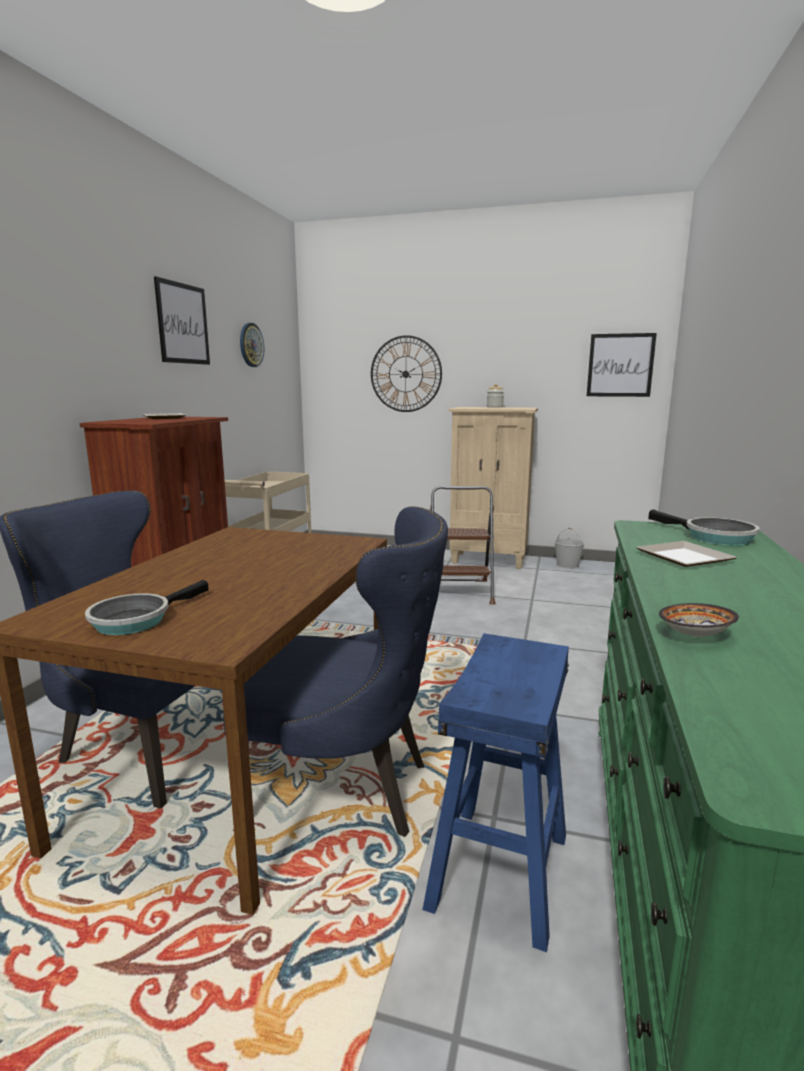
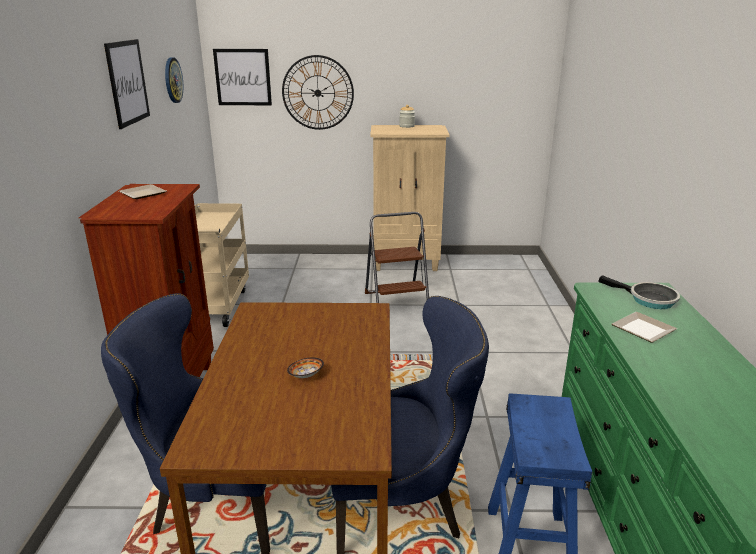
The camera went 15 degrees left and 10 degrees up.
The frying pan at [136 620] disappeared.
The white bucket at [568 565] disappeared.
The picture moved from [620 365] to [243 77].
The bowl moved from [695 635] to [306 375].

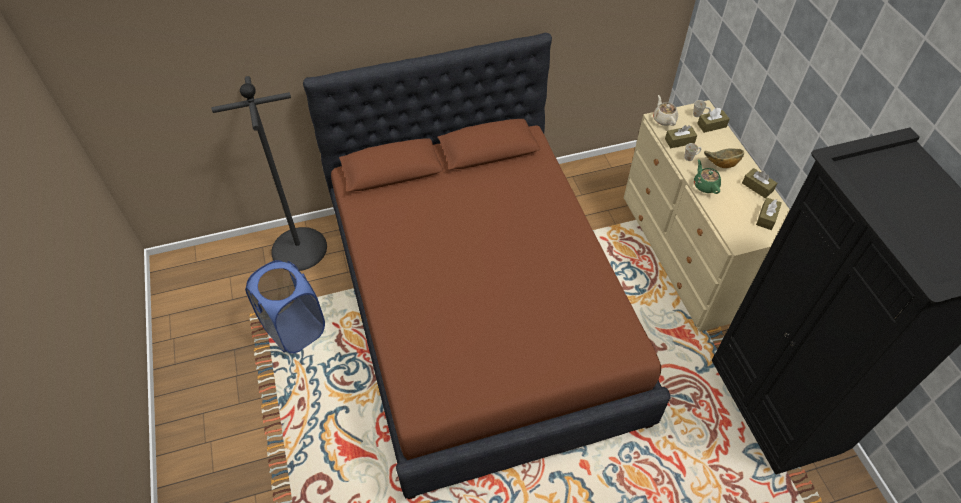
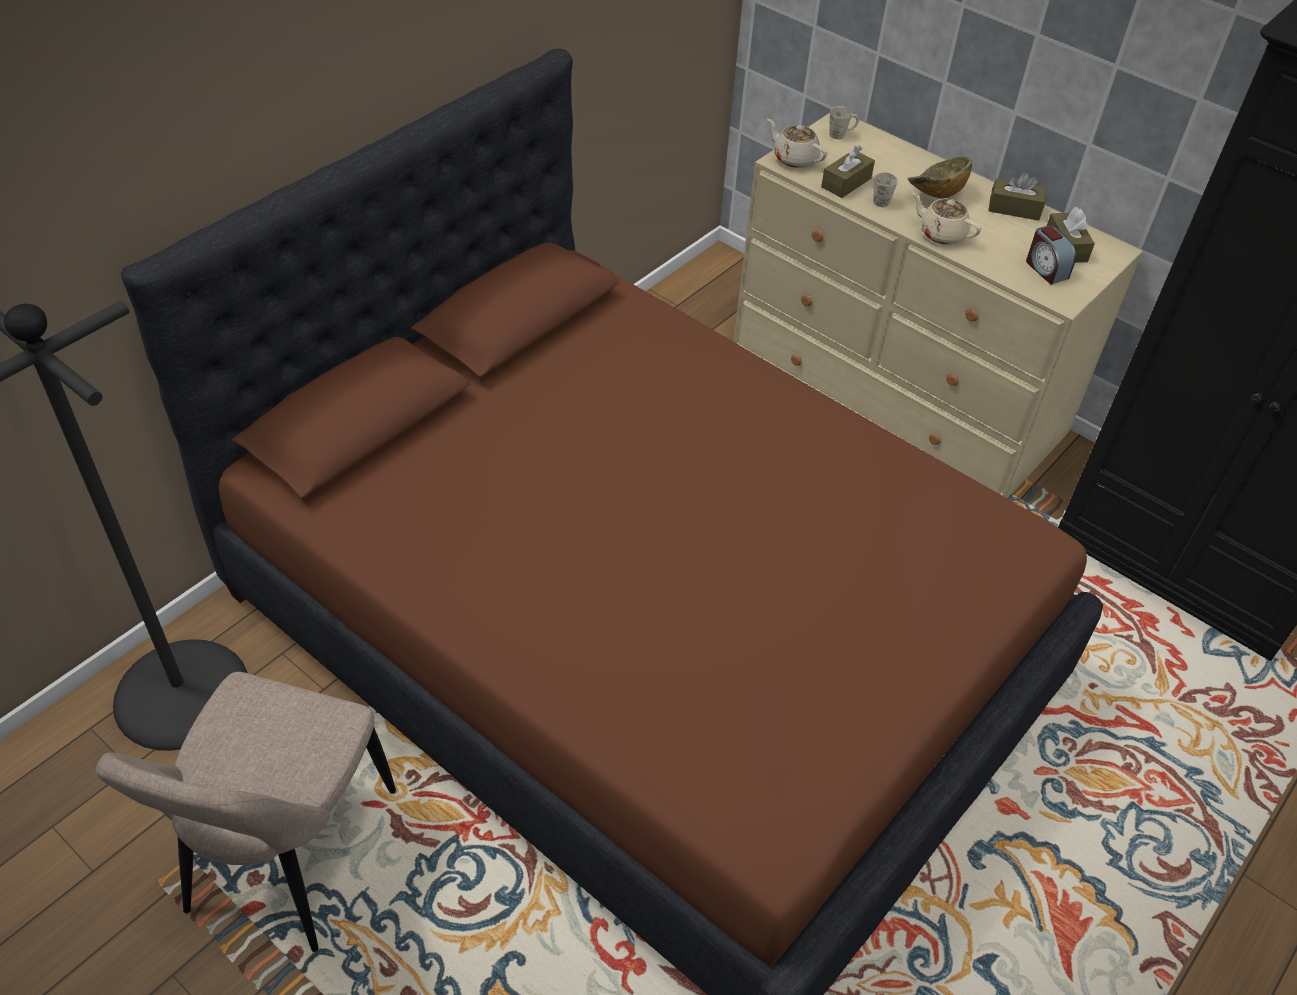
The camera went 35 degrees left and 5 degrees down.
The brown tissue box at [711 125] disappeared.
The alarm clock at [1045 269] appeared.
The blue laundry basket at [294 329] was replaced by the beige chair at [286 859].
The green teapot at [705 185] became the beige teapot at [941 234].

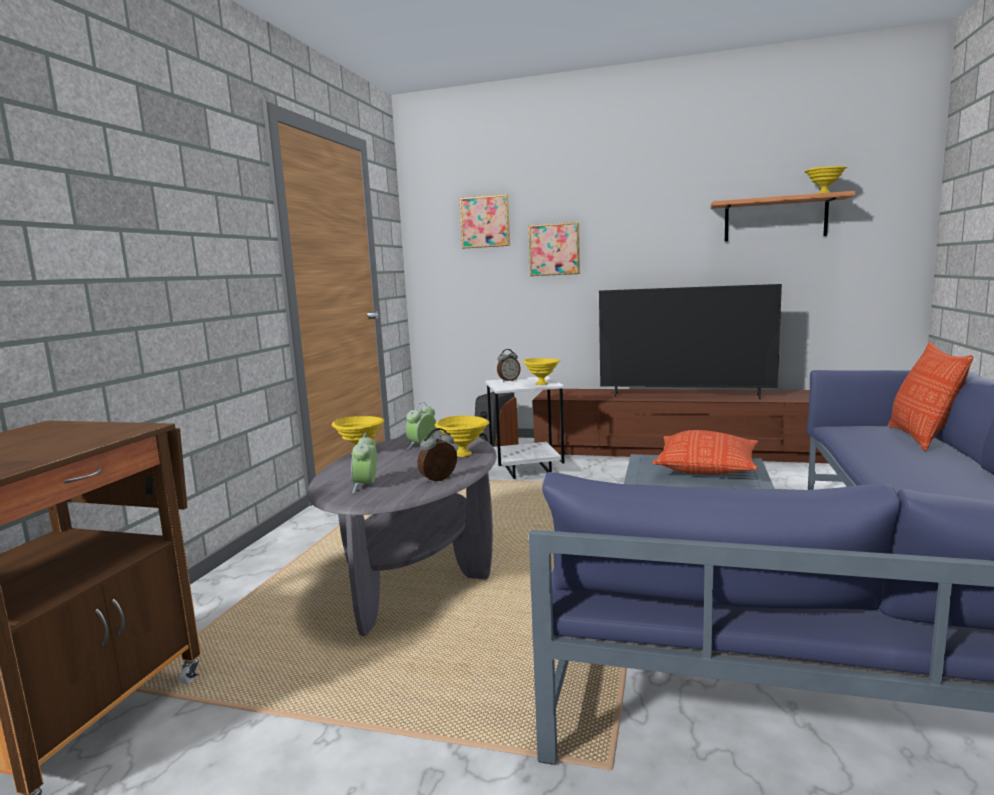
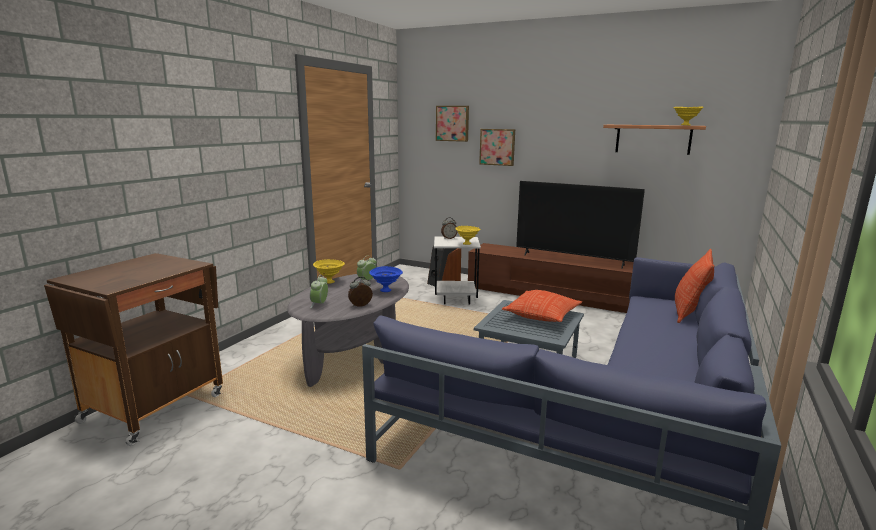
The camera went 10 degrees right and 5 degrees up.
The yellow bowl at [464 454] became the blue bowl at [386 290].

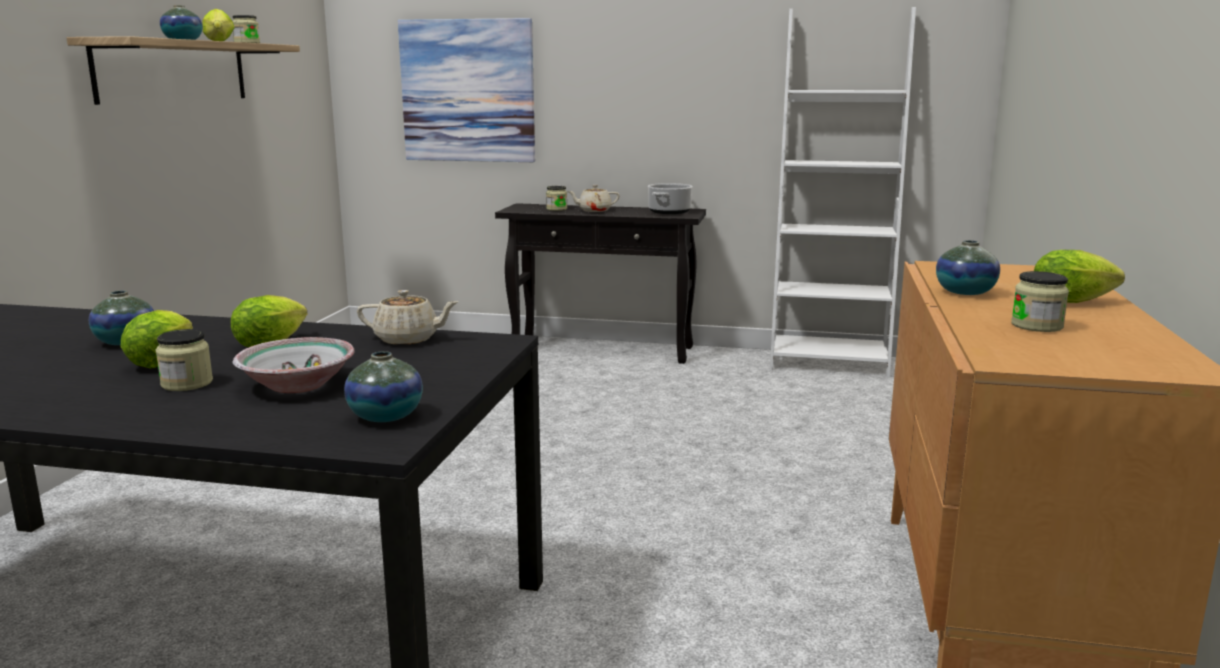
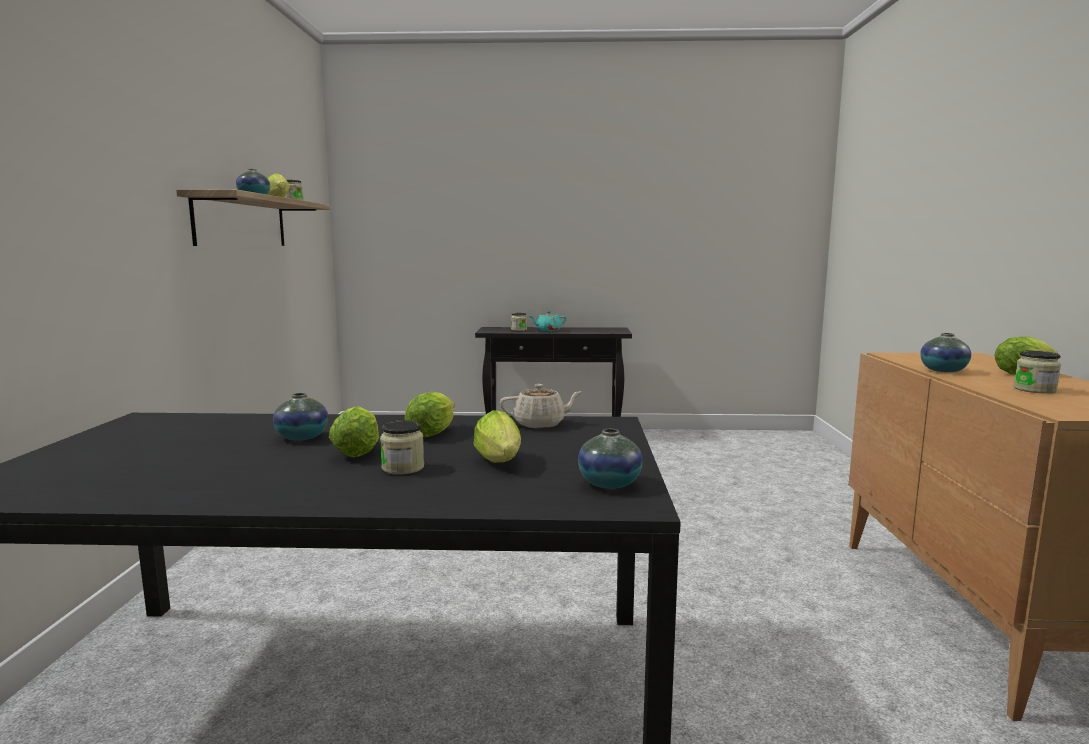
The camera went 10 degrees left and 5 degrees down.
The picture at [468 91] disappeared.
The cooking pot at [669 212] disappeared.
The white bookcase at [828 363] disappeared.
The bowl at [299 384] was replaced by the lettuce at [500 463].
The beige teapot at [594 210] became the turquoise teapot at [548 330].

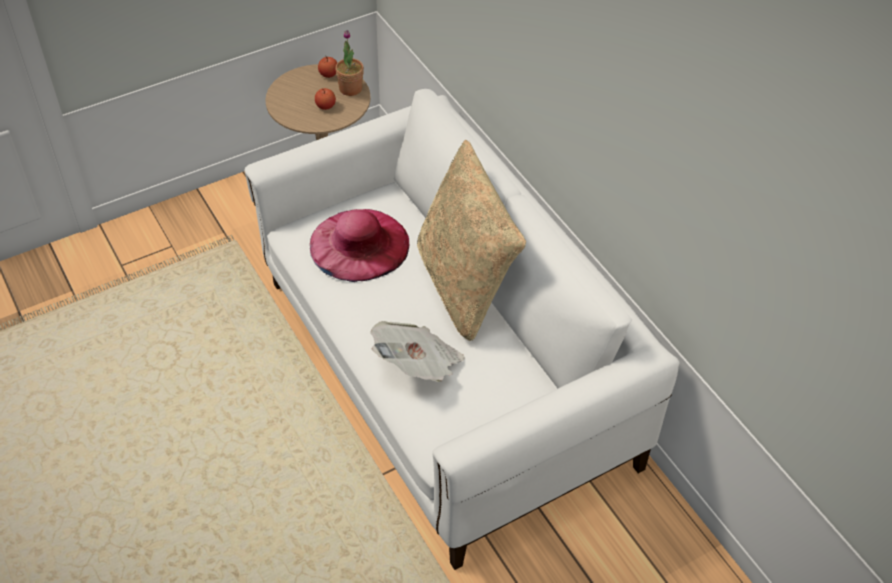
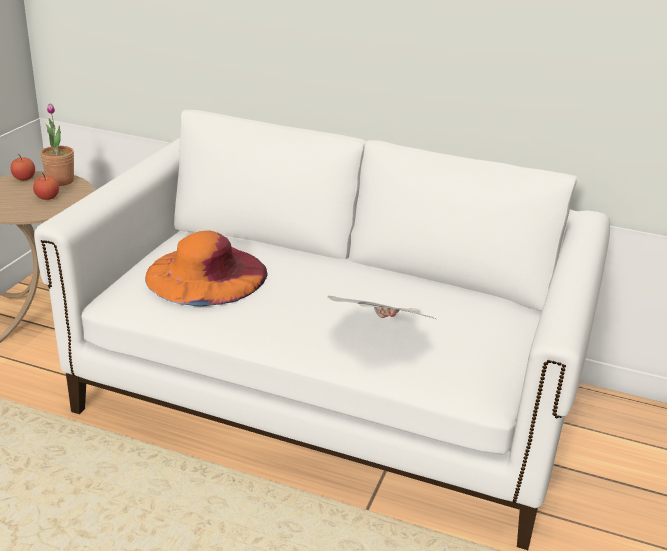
The camera went 40 degrees left and 20 degrees down.
The beige pillow at [463 290] disappeared.
The pink hat at [359 244] became the orange hat at [206 274].

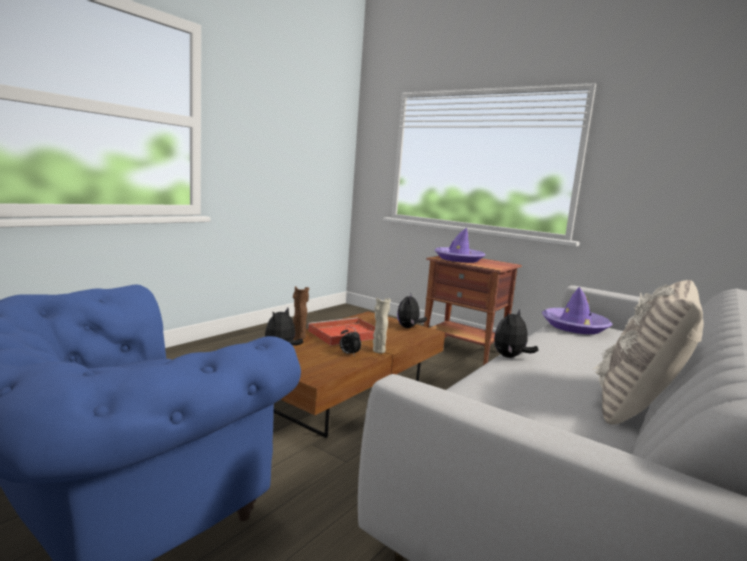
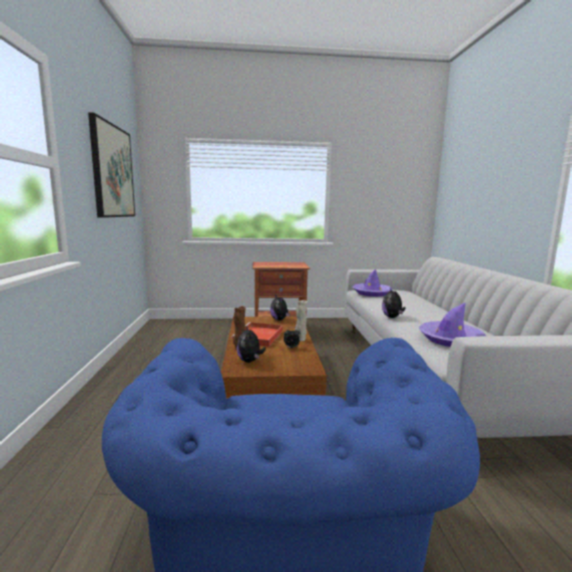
The camera went 40 degrees left and 0 degrees up.
The beige pillow at [635 405] disappeared.
The picture at [112 171] appeared.
The purple hat moved from [458 259] to [450 339].

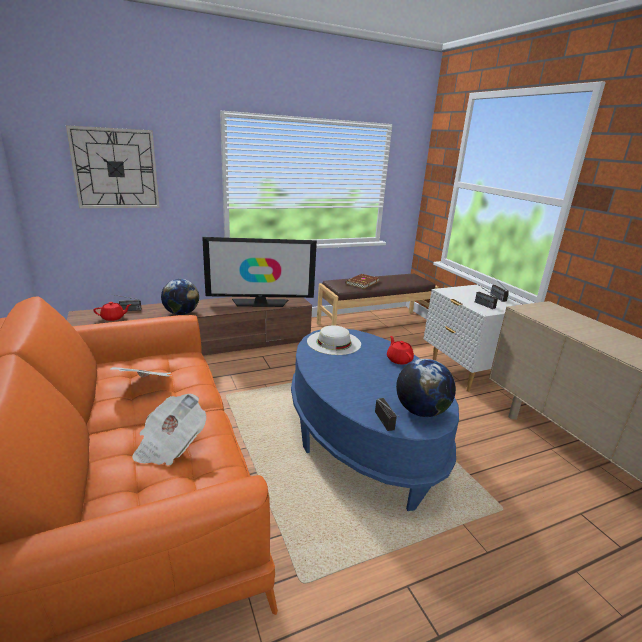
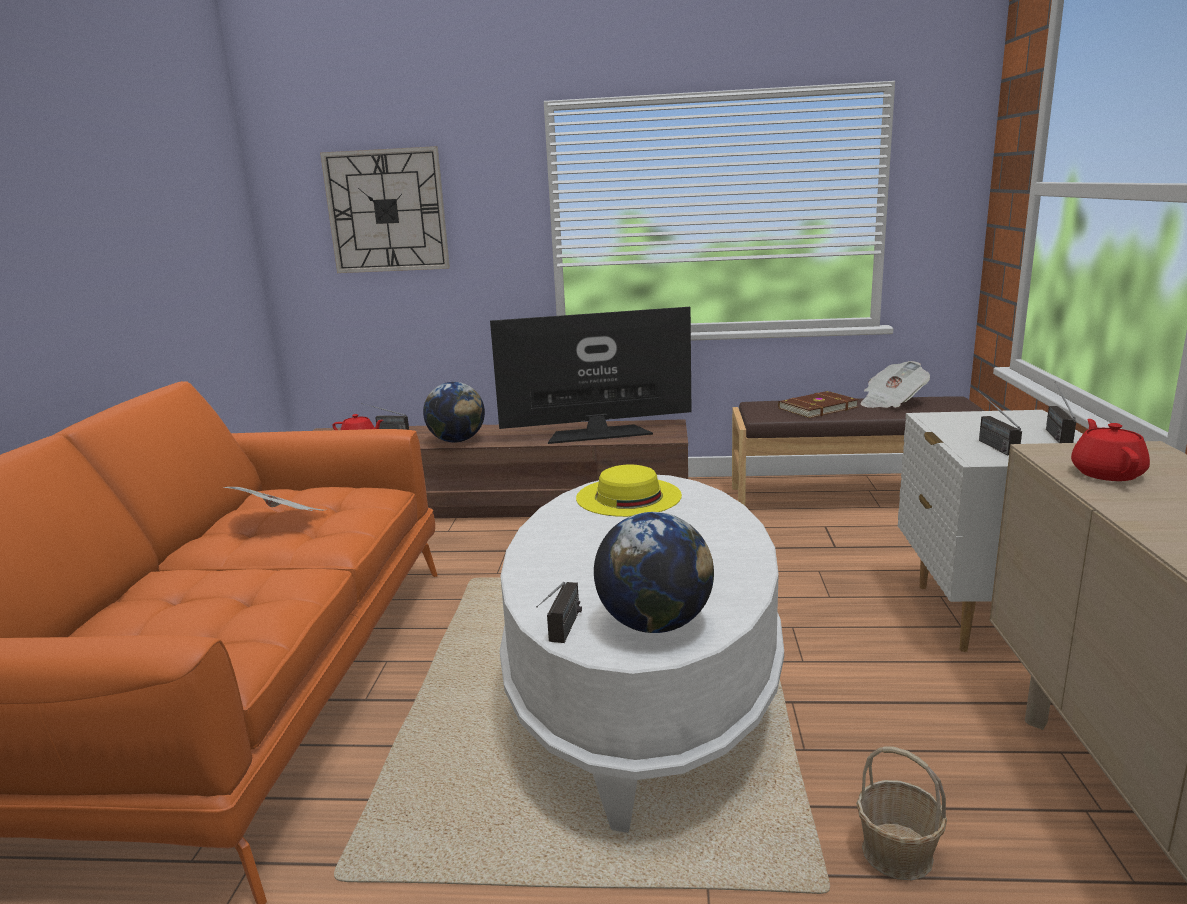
The camera went 30 degrees right and 5 degrees down.
The basket at [897 853] appeared.
The newspaper moved from [170 445] to [891 402].
The red teapot moved from [399 359] to [1106 473].
The blue coffee table at [362 437] became the white coffee table at [643 687].
The white hat at [334 342] became the yellow hat at [628 496].
The television at [260 303] turned 150 degrees clockwise.

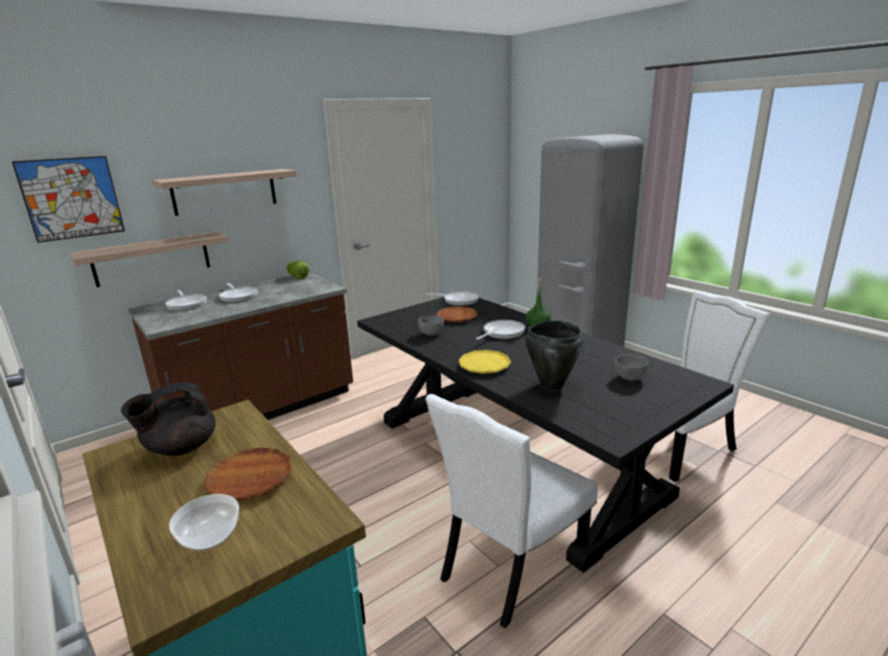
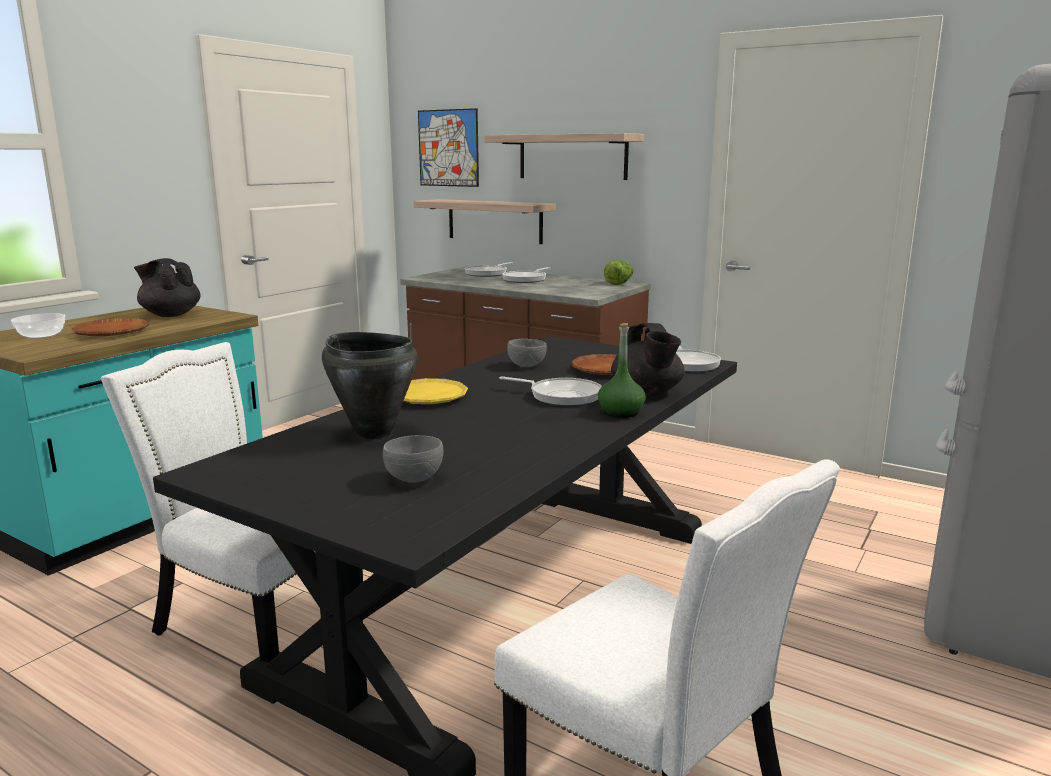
The camera went 70 degrees right and 5 degrees down.
The black teapot at [647 393] appeared.

